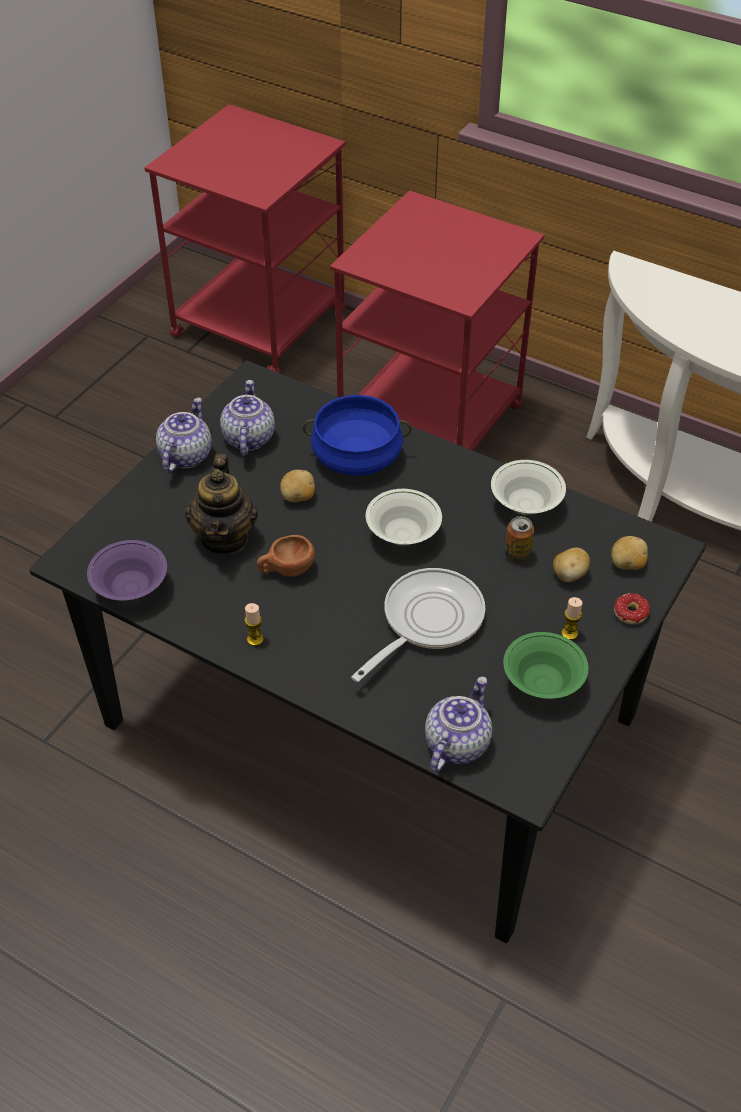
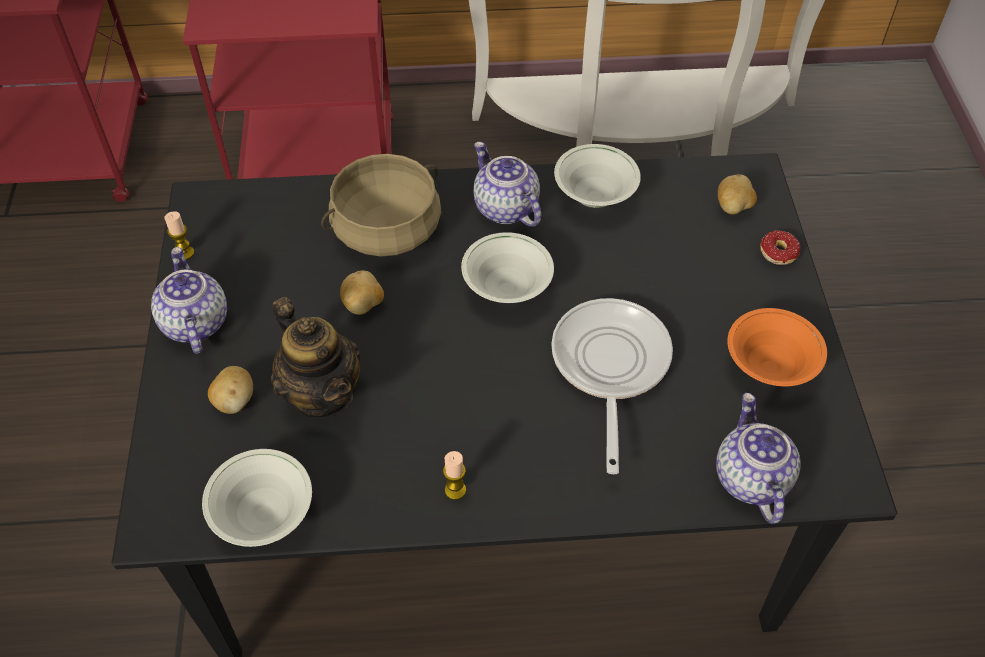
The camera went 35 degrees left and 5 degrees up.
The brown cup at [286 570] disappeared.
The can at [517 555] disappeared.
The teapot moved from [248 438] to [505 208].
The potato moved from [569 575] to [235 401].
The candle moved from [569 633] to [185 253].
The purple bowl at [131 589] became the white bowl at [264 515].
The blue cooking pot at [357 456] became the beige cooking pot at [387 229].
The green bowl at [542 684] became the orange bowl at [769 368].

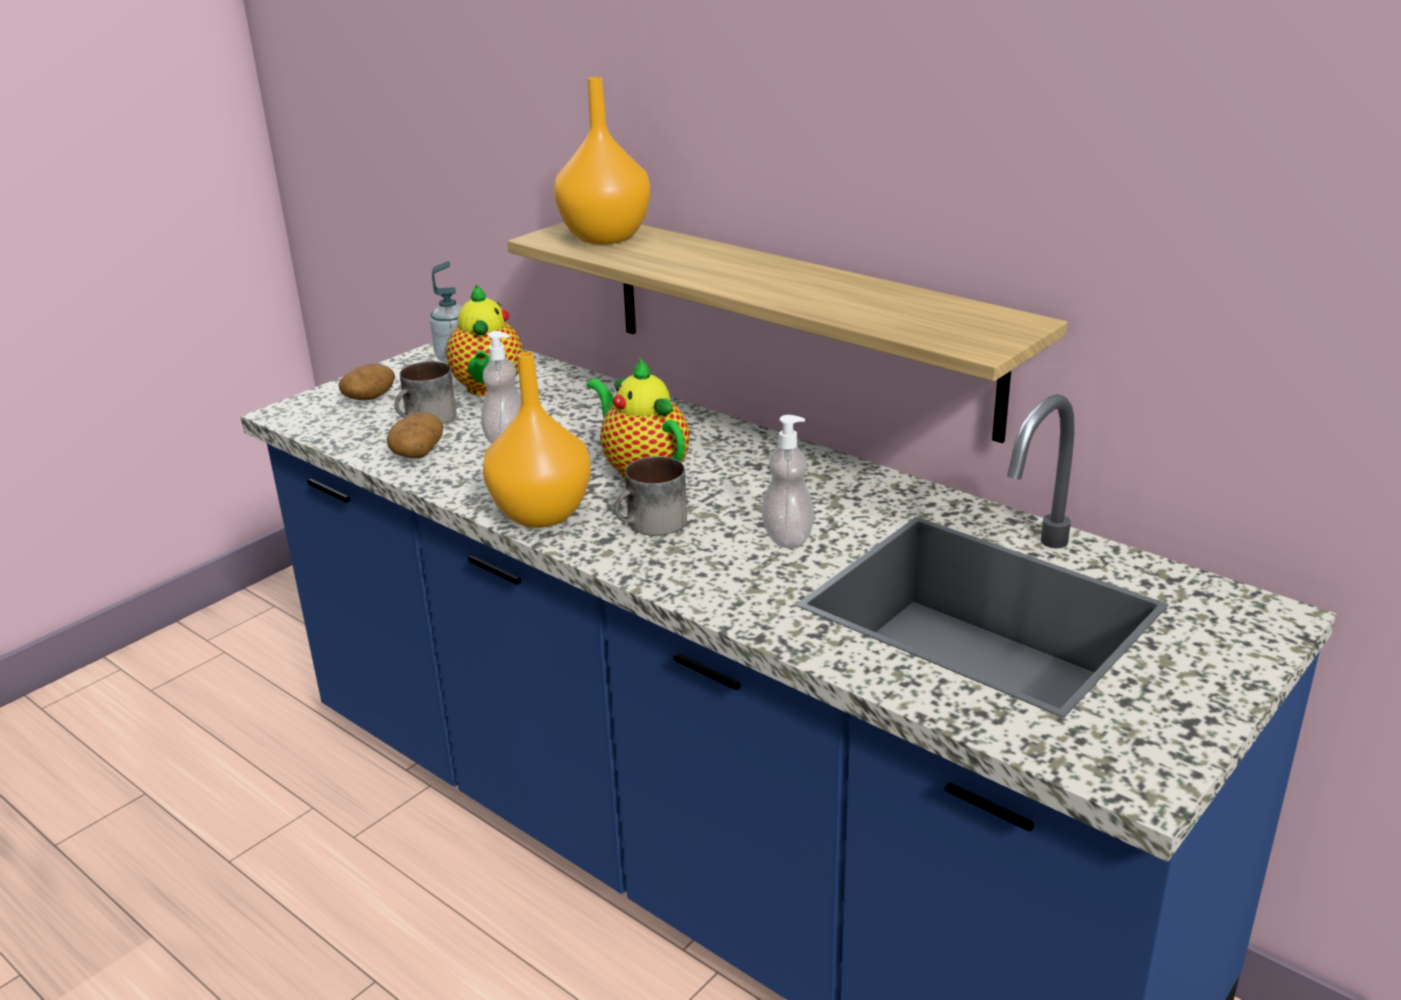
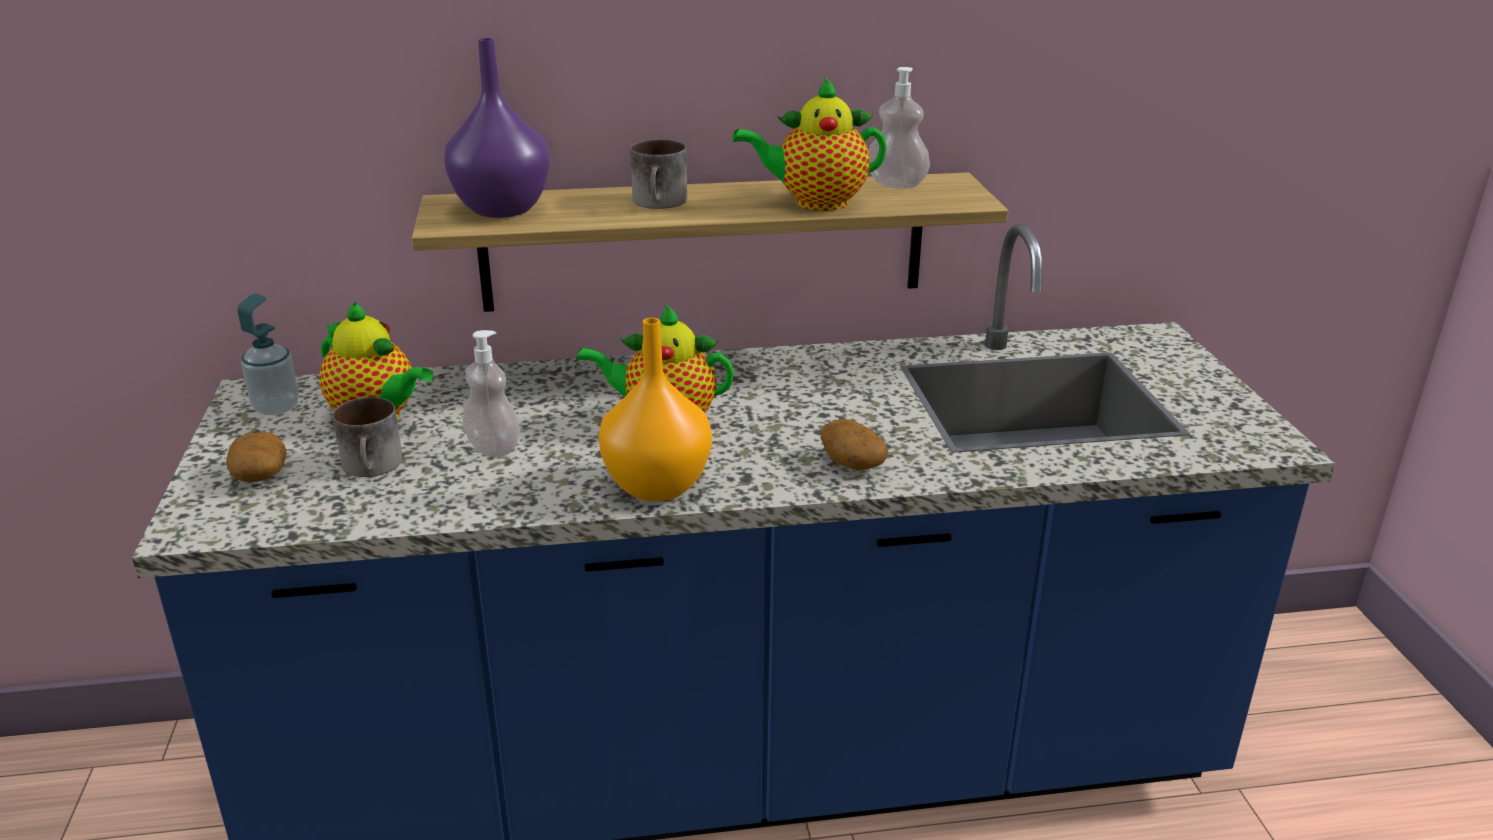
The camera went 50 degrees left and 0 degrees up.
The teapot at [815 202] appeared.
The potato moved from [417 451] to [851 462].
The mug moved from [652 525] to [661 203].
The soap dispenser moved from [787 537] to [896 184].
The orange vase at [606 236] became the purple vase at [501 208].

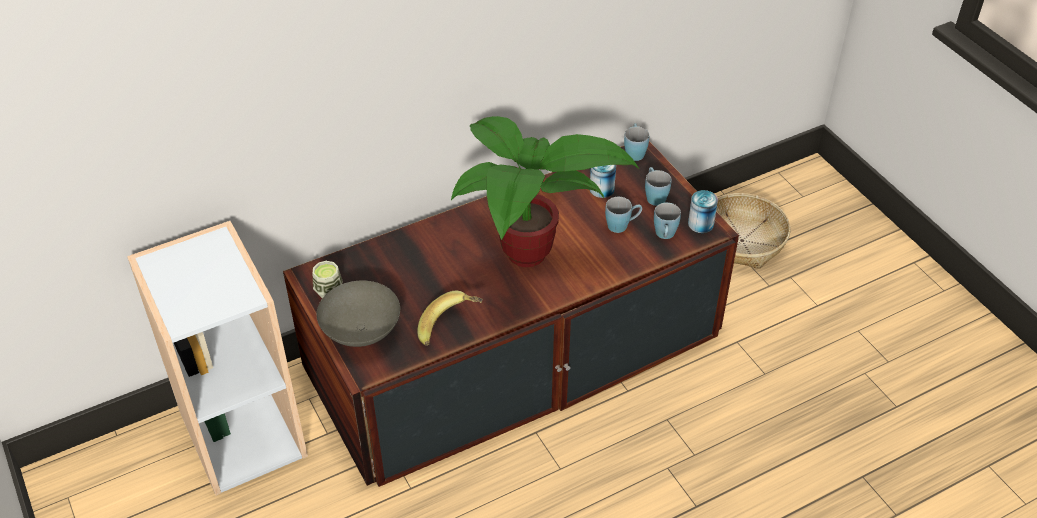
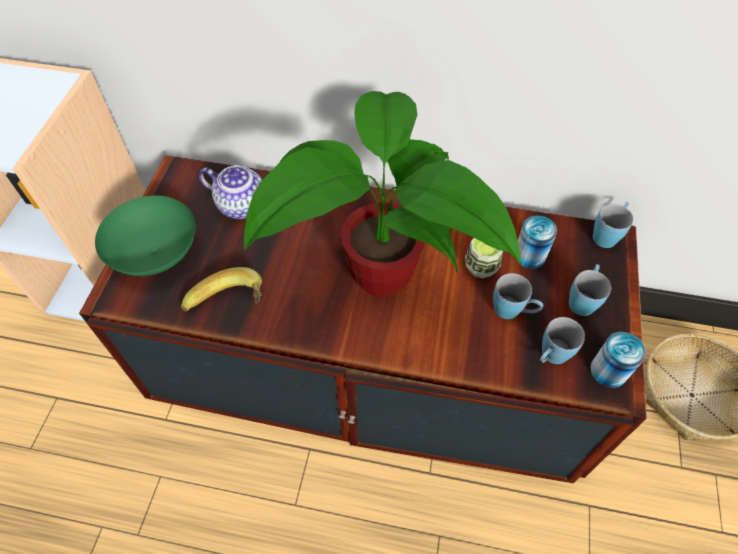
The camera went 40 degrees right and 10 degrees up.
The teapot at [243 206] appeared.
The cup moved from [328 290] to [481 267].
The grey bowl at [362 332] became the green bowl at [156 255].

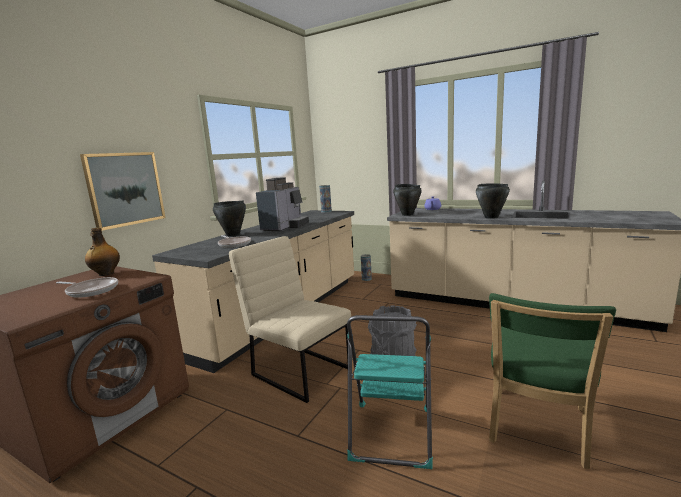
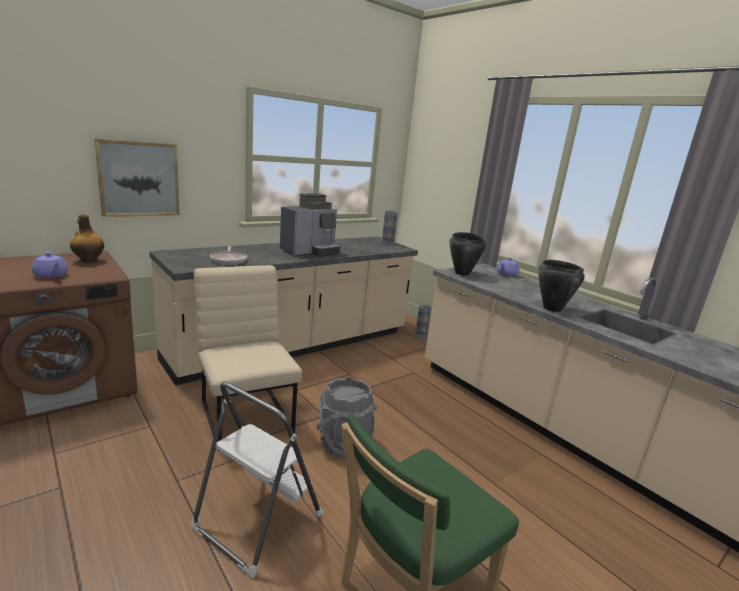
The camera went 20 degrees right and 5 degrees up.
The black cooking pot at [233 235] disappeared.
The frying pan at [91 291] was replaced by the purple teapot at [51 275].
The turquoise step ladder at [390 435] became the white step ladder at [254 522].

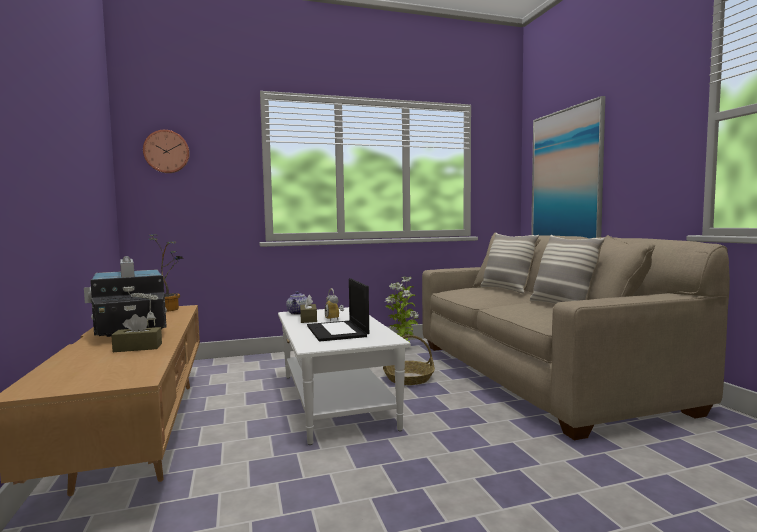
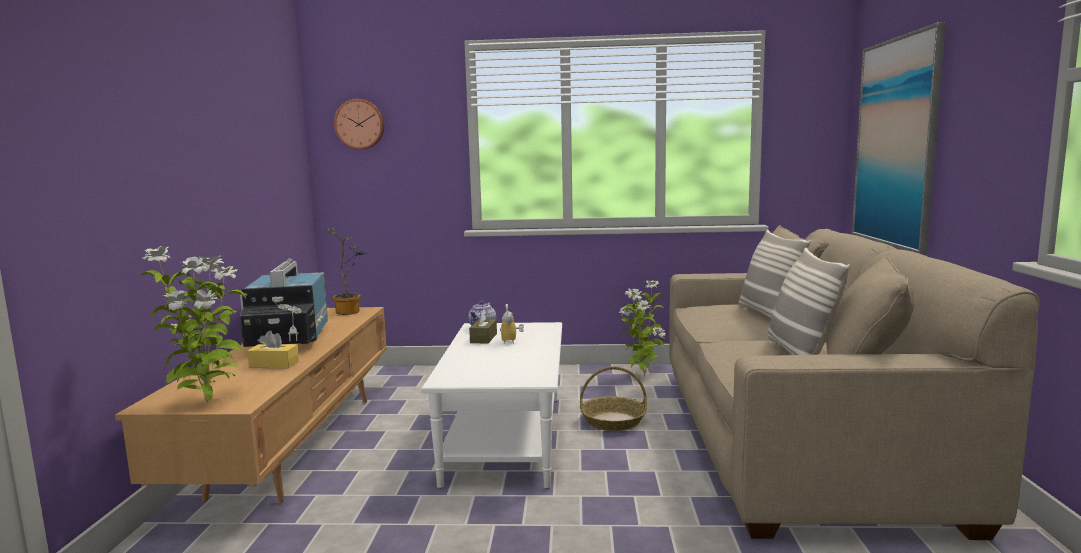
The camera went 20 degrees right and 5 degrees up.
The laptop at [338 331] disappeared.
The potted plant at [207 403] appeared.
The brown tissue box at [138 348] became the yellow tissue box at [274 364].

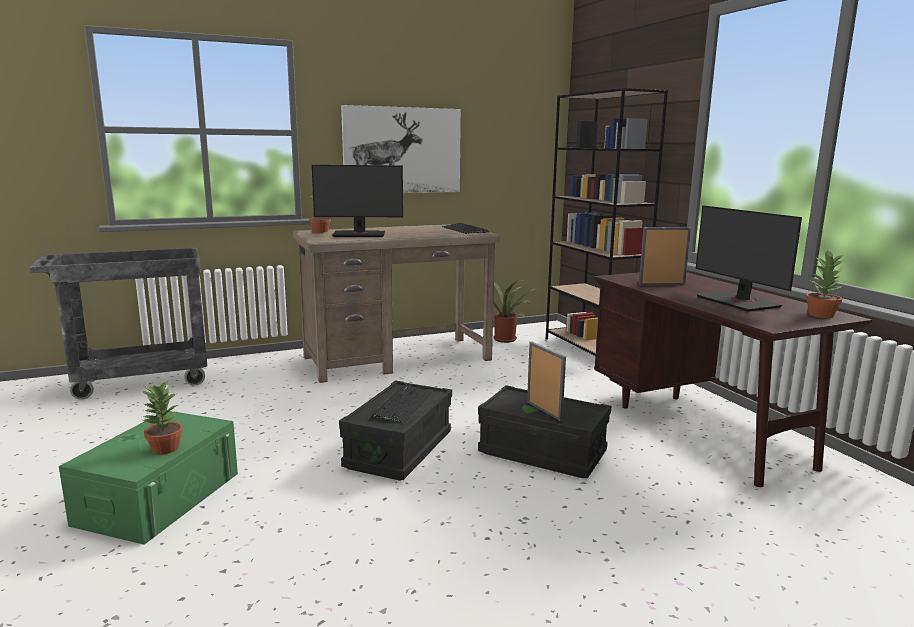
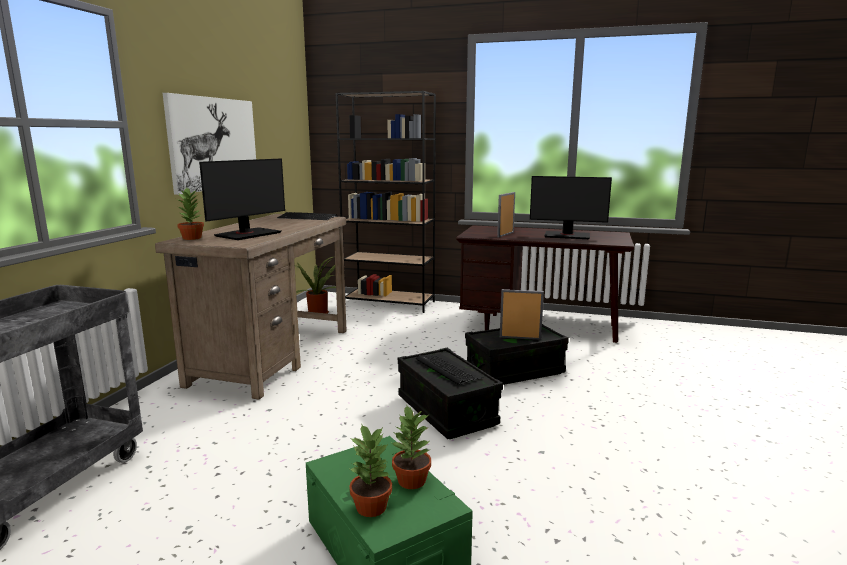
The camera went 50 degrees left and 0 degrees up.
The potted plant moved from [821 315] to [371 506].

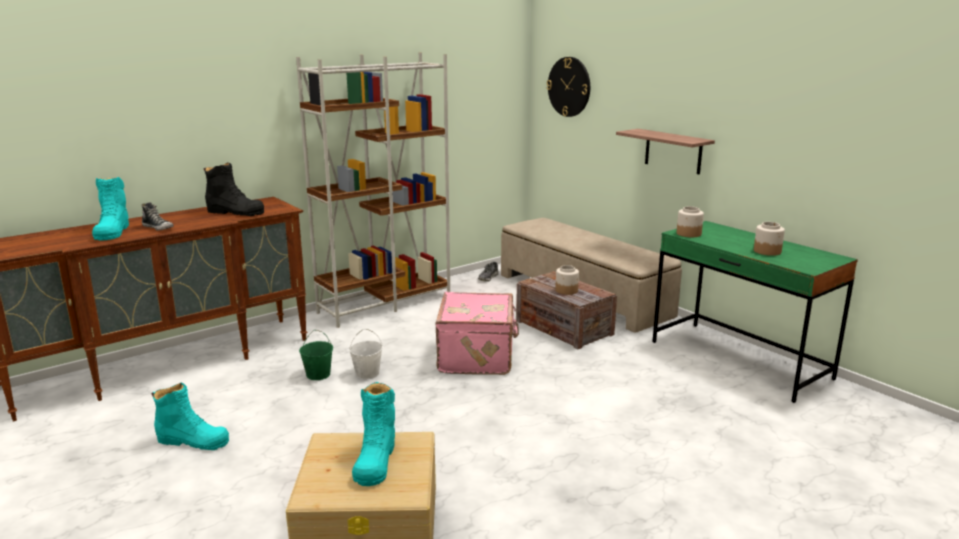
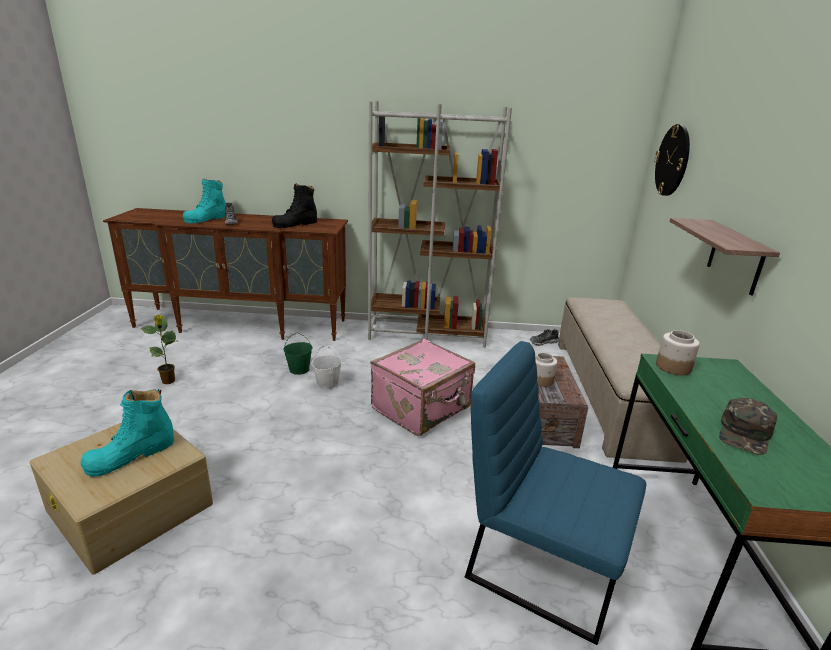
The camera went 40 degrees right and 5 degrees up.
The blue chair at [539 565] appeared.
The turquoise boot at [193 441] was replaced by the potted plant at [168 381].
The jar at [767 251] was replaced by the green cap at [745 433].
The black boot at [235 212] turned 75 degrees clockwise.

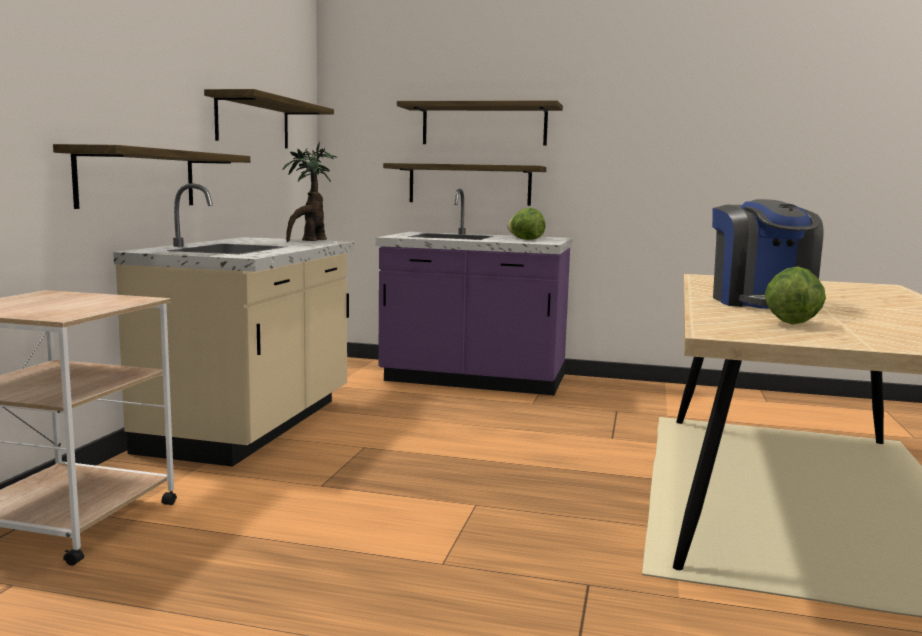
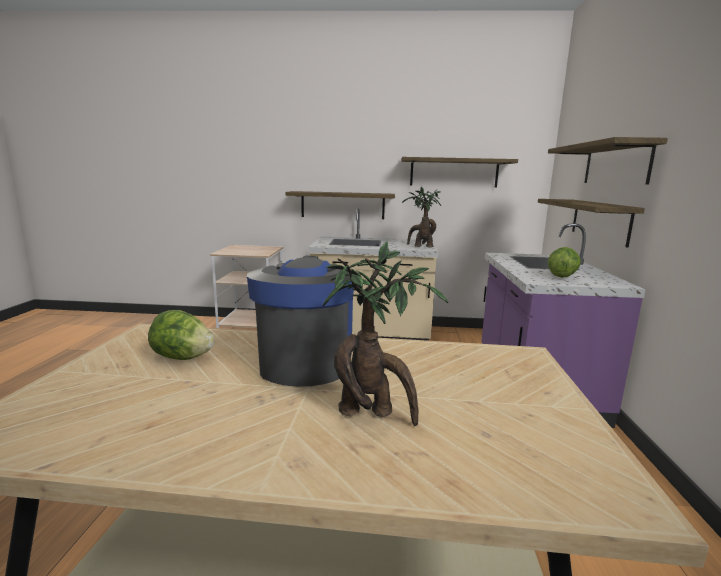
The camera went 80 degrees right and 5 degrees up.
The potted plant at [372 413] appeared.
The coffee machine at [762 302] turned 105 degrees clockwise.

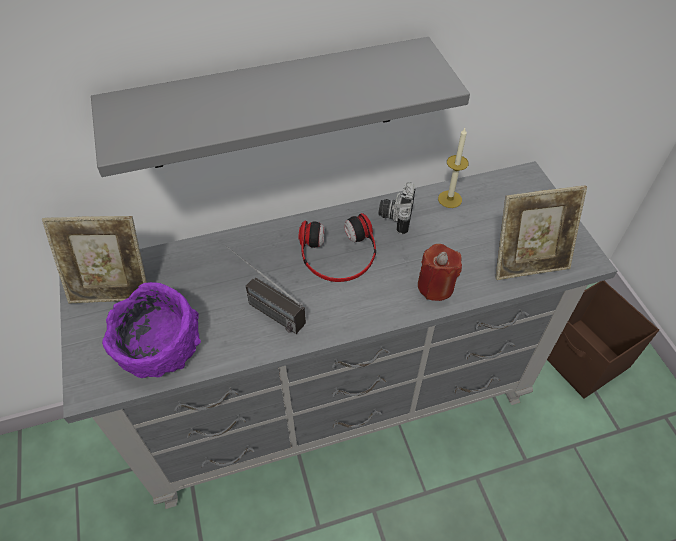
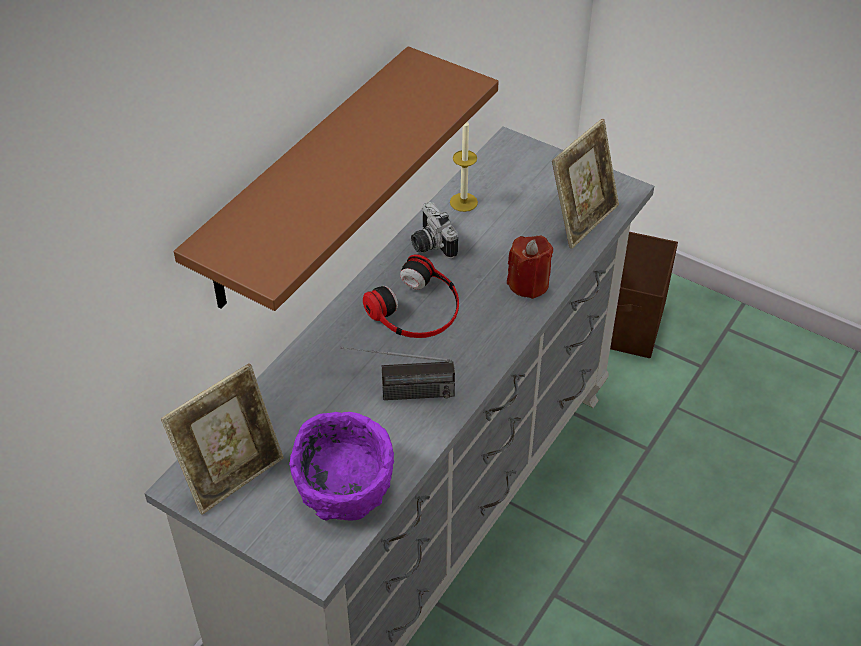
The camera went 40 degrees left and 5 degrees down.
The grey shelf at [272 105] became the brown shelf at [305 181].

